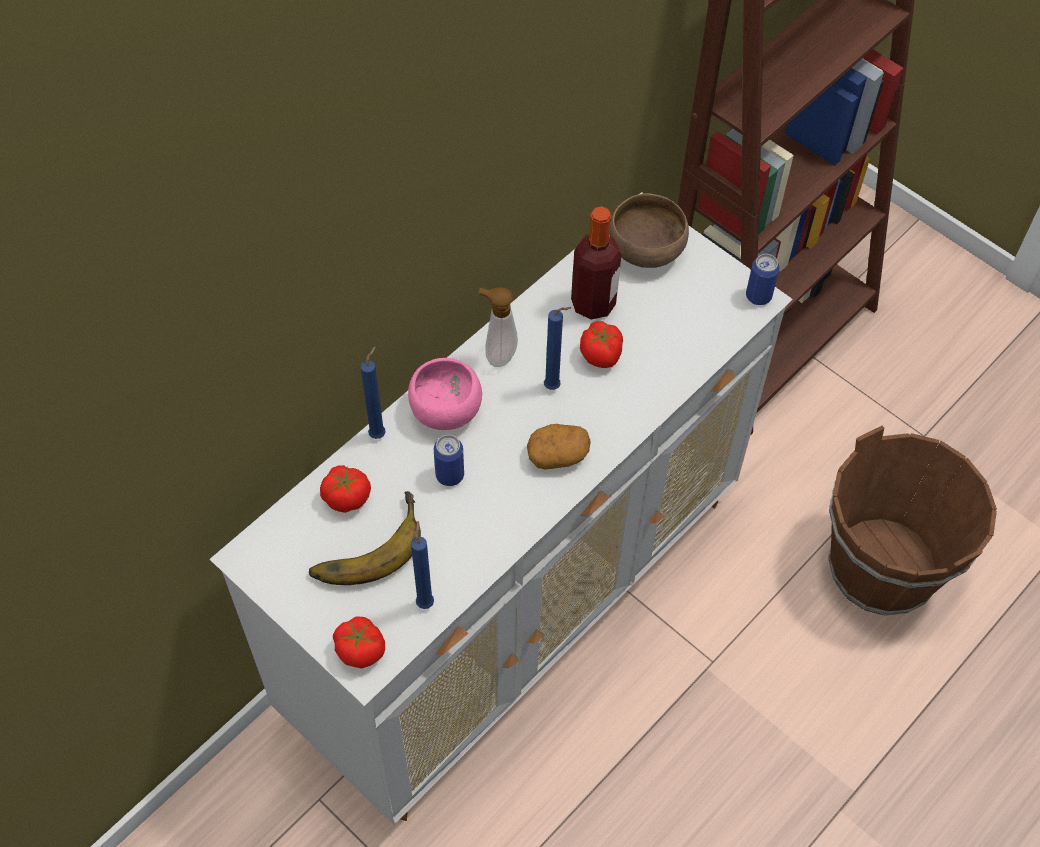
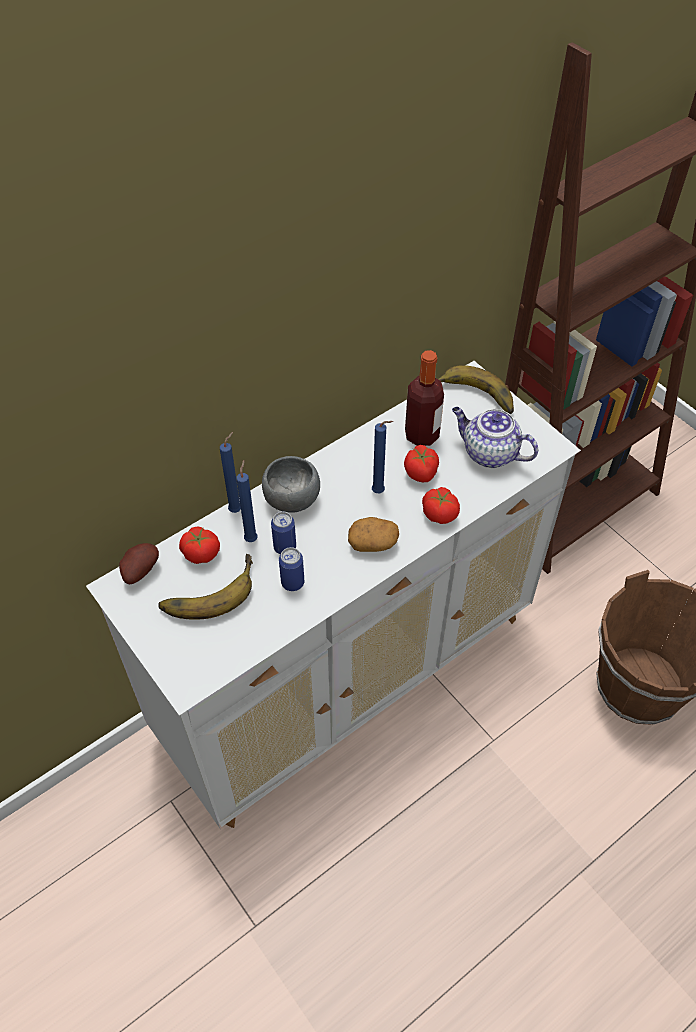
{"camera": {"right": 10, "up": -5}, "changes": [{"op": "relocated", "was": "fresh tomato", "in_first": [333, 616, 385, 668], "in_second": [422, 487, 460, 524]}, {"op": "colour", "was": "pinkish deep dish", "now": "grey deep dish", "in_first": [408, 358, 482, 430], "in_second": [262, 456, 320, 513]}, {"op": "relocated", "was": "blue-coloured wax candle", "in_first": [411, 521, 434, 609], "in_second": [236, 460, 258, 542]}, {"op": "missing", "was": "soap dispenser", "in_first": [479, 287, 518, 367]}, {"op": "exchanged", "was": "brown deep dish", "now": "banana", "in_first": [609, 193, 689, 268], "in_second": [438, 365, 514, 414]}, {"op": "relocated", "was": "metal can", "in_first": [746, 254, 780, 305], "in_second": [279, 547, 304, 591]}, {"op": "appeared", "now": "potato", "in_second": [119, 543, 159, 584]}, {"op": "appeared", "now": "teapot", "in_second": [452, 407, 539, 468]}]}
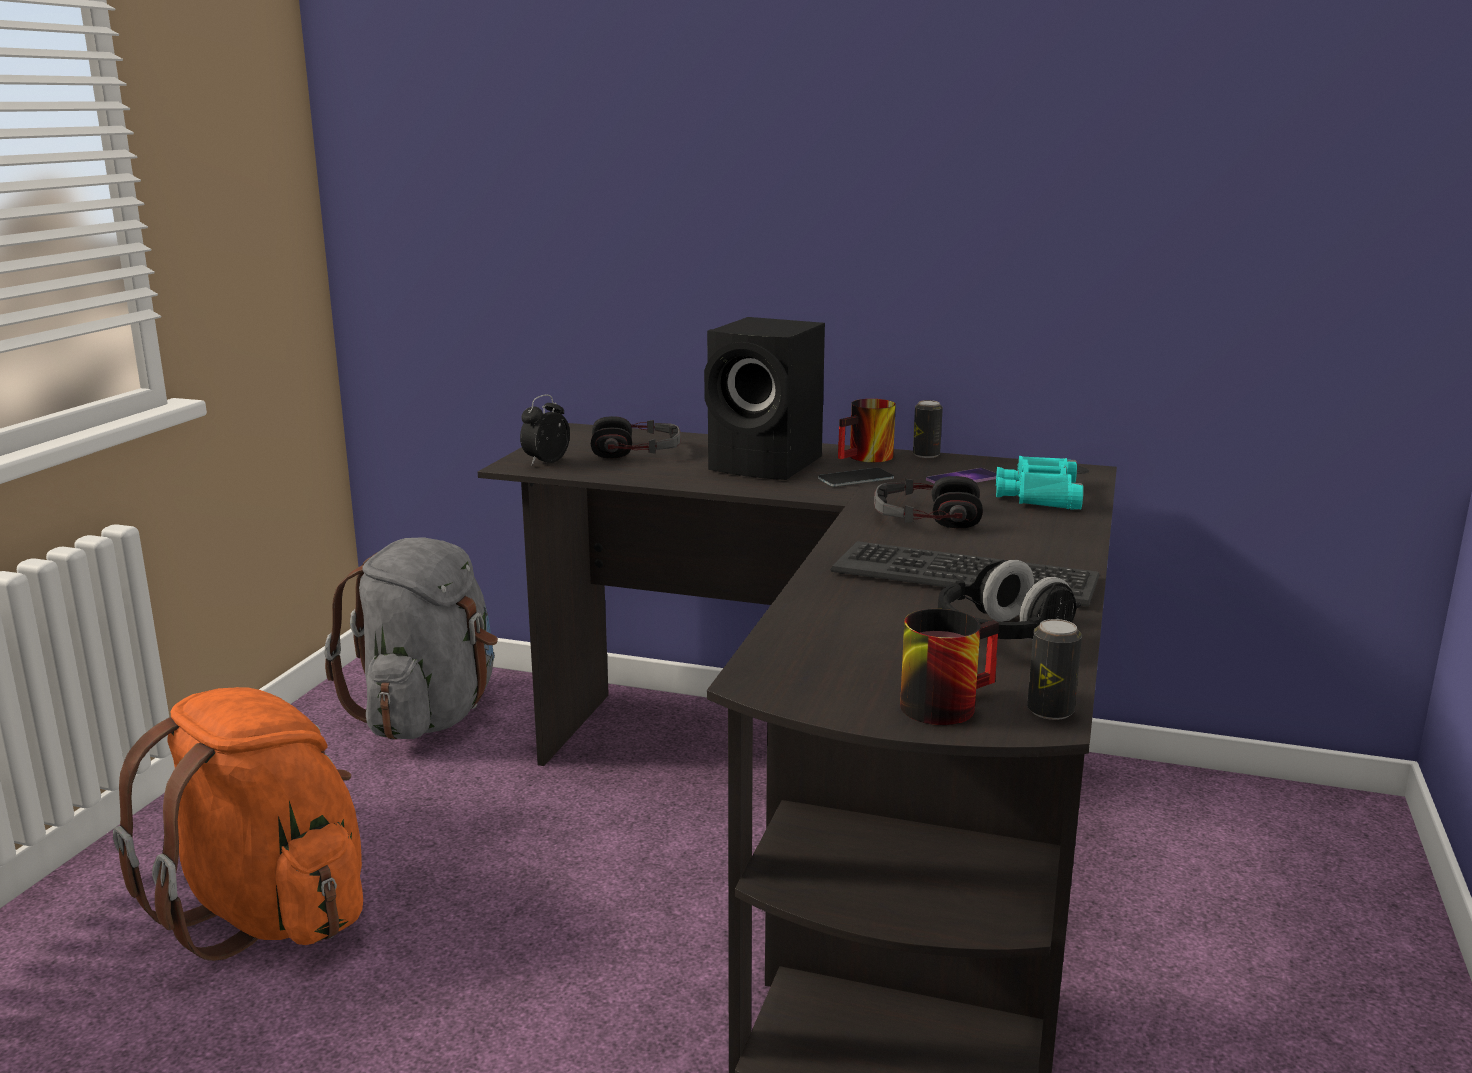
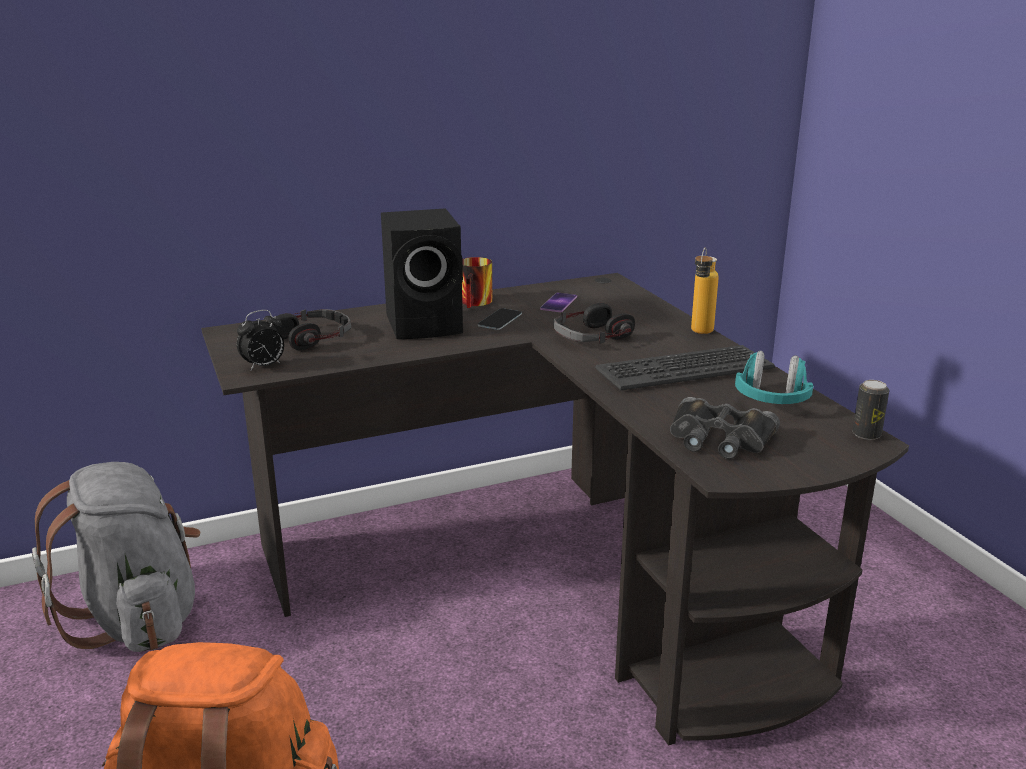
{"camera": {"right": -40, "up": 5}, "changes": [{"op": "spun", "was": "table clock", "in_first": [520, 395, 570, 466], "in_second": [237, 310, 284, 370], "clockwise": -120}, {"op": "missing", "was": "coffee mug", "in_first": [900, 609, 999, 725]}, {"op": "missing", "was": "metal can", "in_first": [913, 400, 943, 458]}, {"op": "colour", "was": "black pair of headphones", "now": "turquoise-coloured pair of headphones", "in_first": [938, 560, 1081, 640], "in_second": [735, 351, 813, 404]}, {"op": "missing", "was": "turquoise-coloured pair of binoculars", "in_first": [996, 456, 1083, 510]}, {"op": "appeared", "now": "black pair of binoculars", "in_second": [670, 397, 780, 459]}, {"op": "appeared", "now": "drink bottle", "in_second": [691, 247, 719, 334]}]}
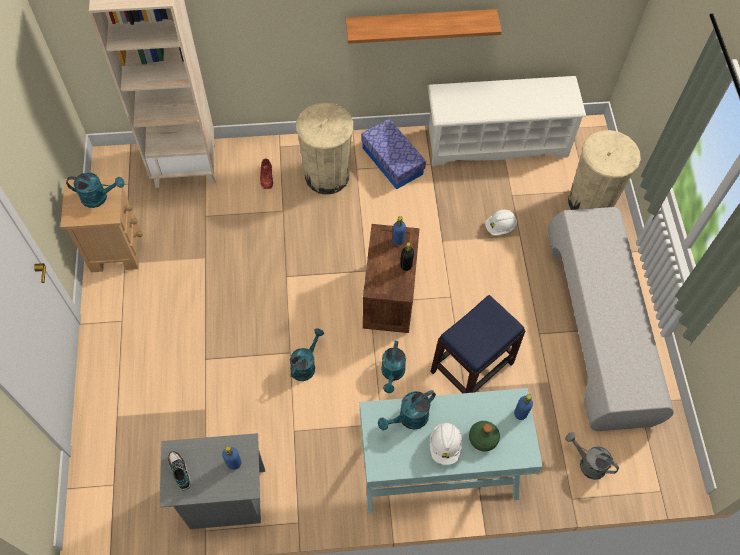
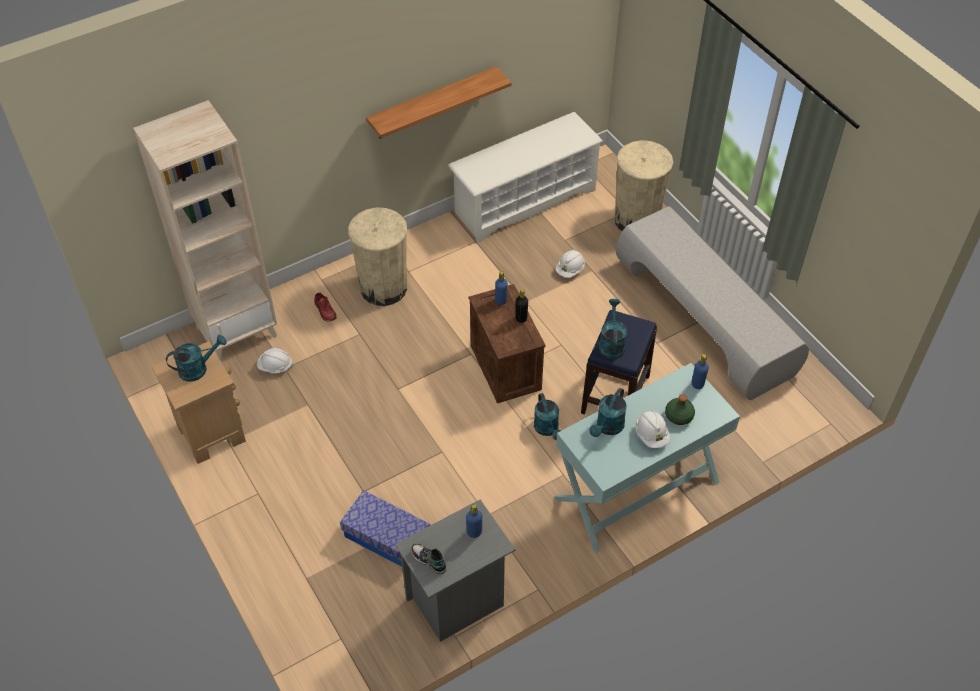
{"camera": {"right": -25, "up": -10}, "changes": [{"op": "relocated", "was": "turquoise-coloured watering can", "in_first": [290, 328, 324, 381], "in_second": [599, 299, 627, 359]}, {"op": "relocated", "was": "storage bin", "in_first": [361, 118, 426, 190], "in_second": [340, 490, 430, 567]}, {"op": "missing", "was": "grey watering can", "in_first": [565, 432, 619, 480]}, {"op": "appeared", "now": "whitish hard hat", "in_second": [257, 348, 293, 373]}]}
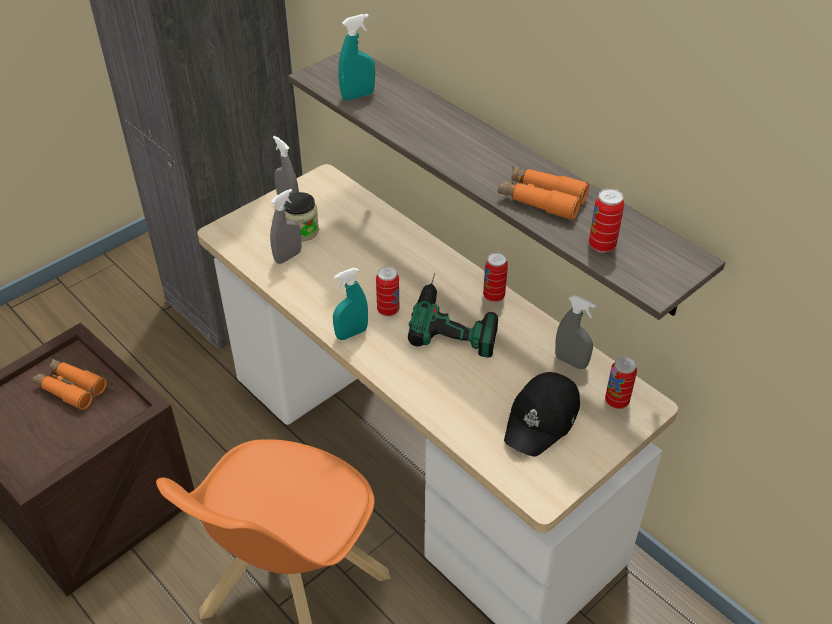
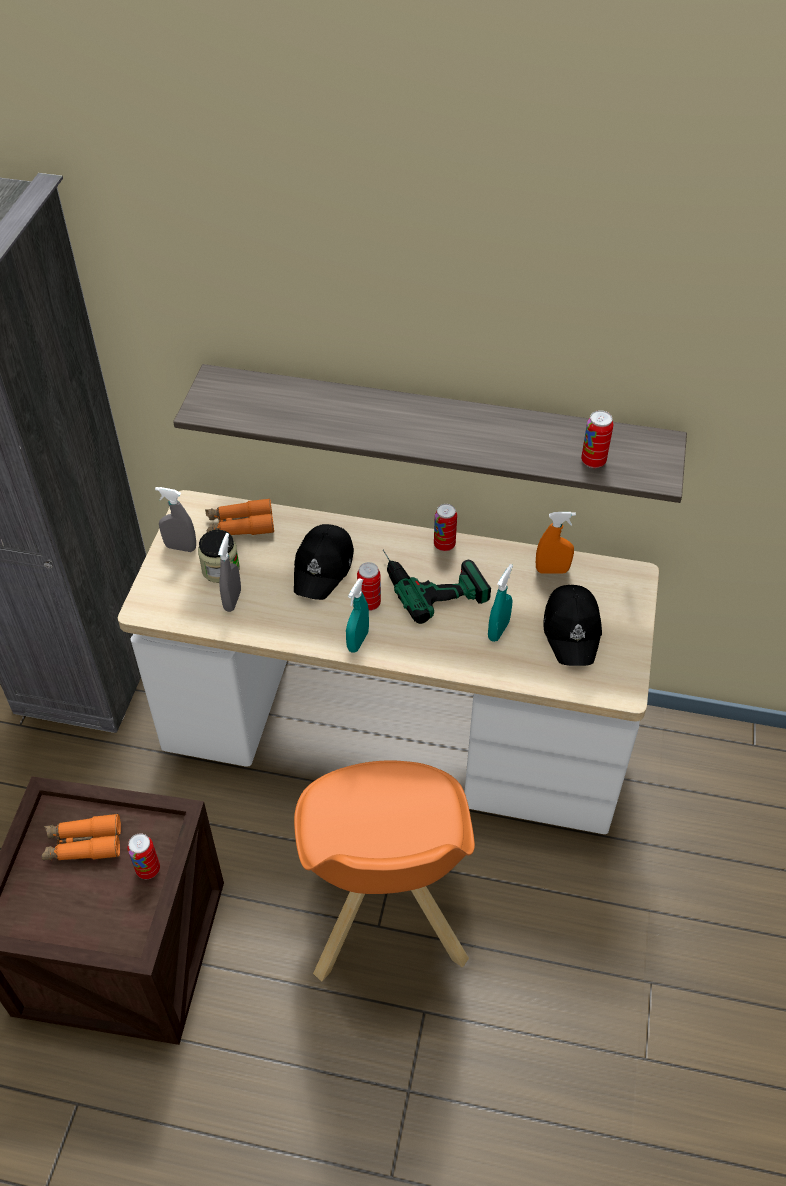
{"camera": {"right": -35, "up": 5}, "changes": [{"op": "relocated", "was": "turquoise-coloured hand sprayer", "in_first": [338, 14, 375, 100], "in_second": [488, 564, 513, 642]}, {"op": "relocated", "was": "orange pair of binoculars", "in_first": [498, 166, 589, 220], "in_second": [205, 499, 274, 535]}, {"op": "colour", "was": "grey hand sprayer", "now": "orange hand sprayer", "in_first": [555, 295, 596, 369], "in_second": [536, 512, 576, 573]}, {"op": "relocated", "was": "metal can", "in_first": [605, 356, 637, 409], "in_second": [128, 833, 160, 879]}, {"op": "appeared", "now": "black baseball cap", "in_second": [294, 524, 354, 600]}]}
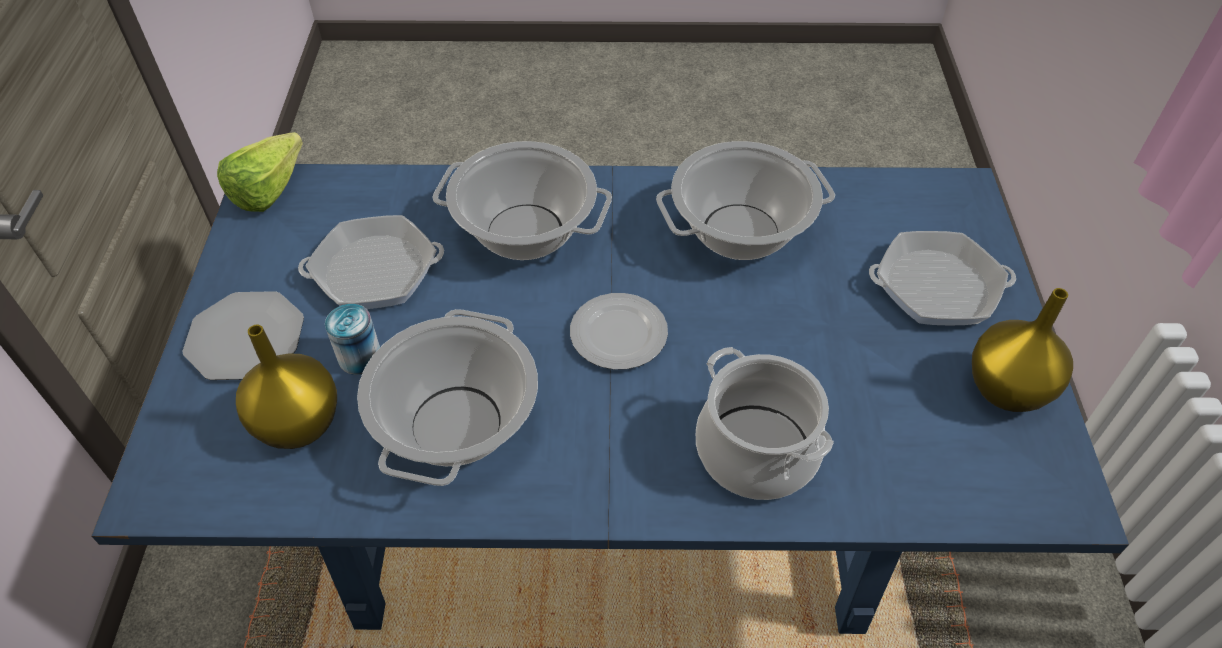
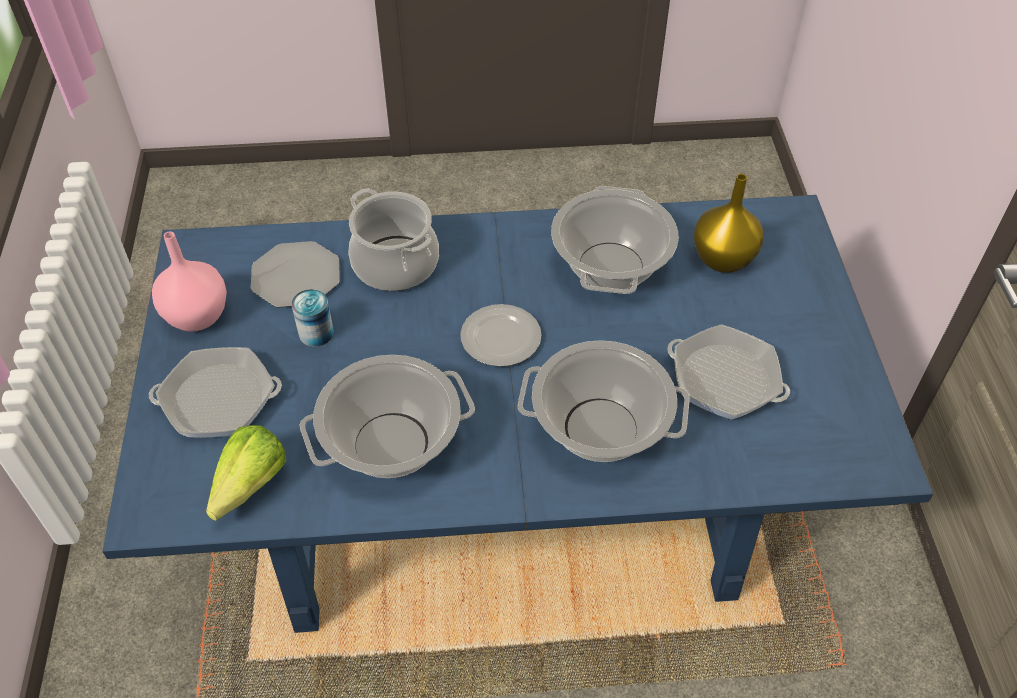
{"camera": {"right": 175, "up": 0}, "changes": [{"op": "relocated", "was": "dinner plate", "in_first": [182, 291, 304, 380], "in_second": [251, 241, 340, 308]}, {"op": "relocated", "was": "lettuce head", "in_first": [217, 132, 303, 212], "in_second": [206, 425, 286, 521]}, {"op": "spun", "was": "frying pan", "in_first": [298, 215, 444, 309], "in_second": [667, 325, 790, 420], "clockwise": 45}, {"op": "relocated", "was": "metal can", "in_first": [325, 304, 380, 375], "in_second": [292, 289, 334, 347]}, {"op": "colour", "was": "yellow flower vase", "now": "pinkish flower vase", "in_first": [972, 288, 1073, 412], "in_second": [152, 231, 227, 331]}]}
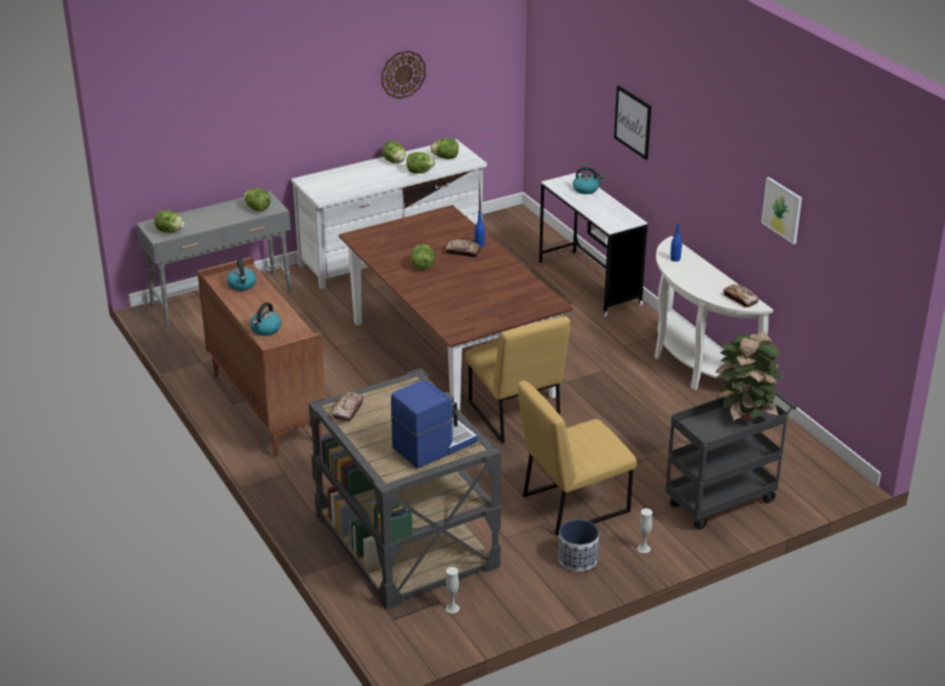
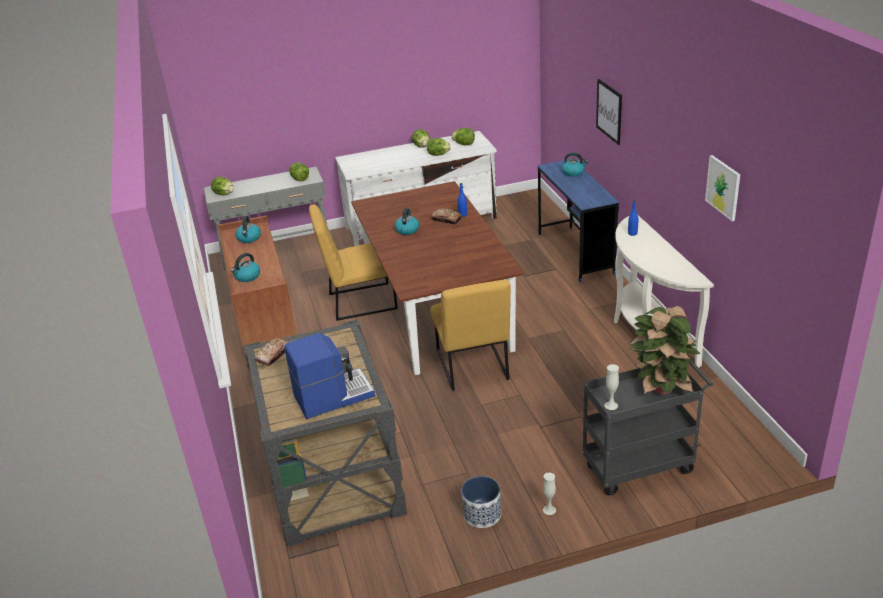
{"camera": {"right": 15, "up": 0}, "changes": [{"op": "missing", "was": "wall clock", "in_first": [381, 50, 426, 99]}, {"op": "exchanged", "was": "lettuce head", "now": "water kettle", "in_first": [411, 244, 435, 270], "in_second": [394, 208, 419, 235]}, {"op": "relocated", "was": "whitish flower vase", "in_first": [445, 567, 460, 613], "in_second": [604, 364, 619, 410]}, {"op": "relocated", "was": "yellow plain chair", "in_first": [518, 380, 637, 536], "in_second": [309, 205, 398, 321]}, {"op": "colour", "was": "whitish desk", "now": "blue-coloured desk", "in_first": [539, 173, 648, 317], "in_second": [538, 159, 619, 283]}, {"op": "missing", "was": "bakery bread", "in_first": [723, 284, 759, 307]}]}
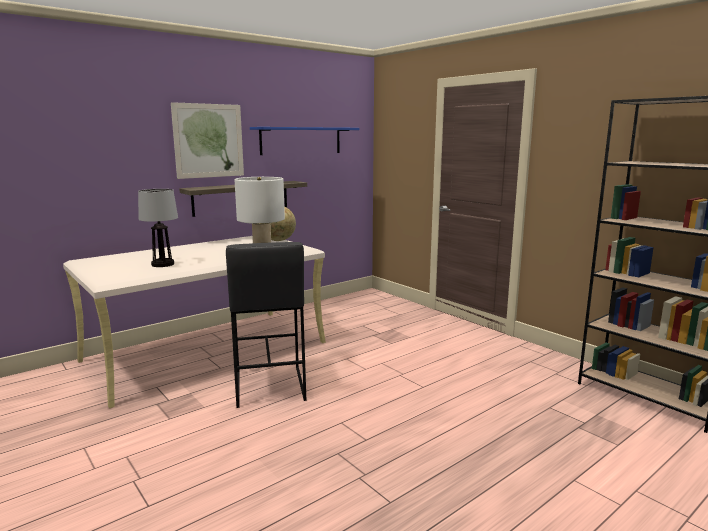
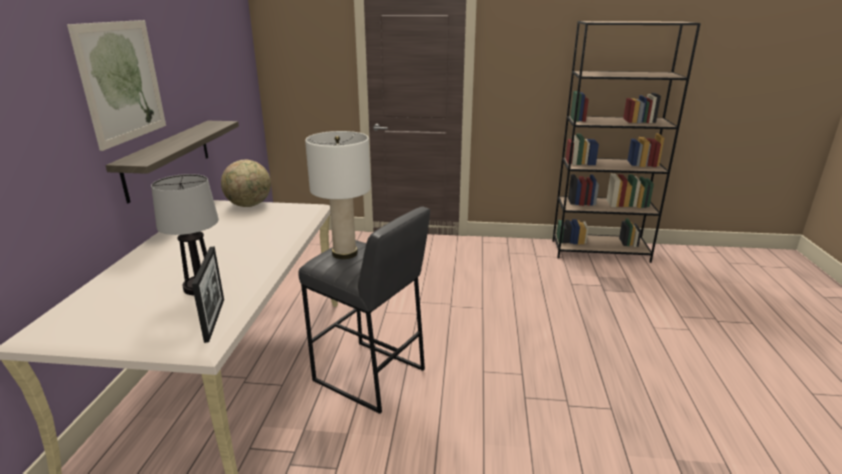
{"camera": {"right": -45, "up": 10}, "changes": [{"op": "missing", "was": "blue-coloured shelf", "in_first": [250, 127, 359, 155]}, {"op": "appeared", "now": "picture frame", "in_second": [192, 247, 224, 343]}]}
